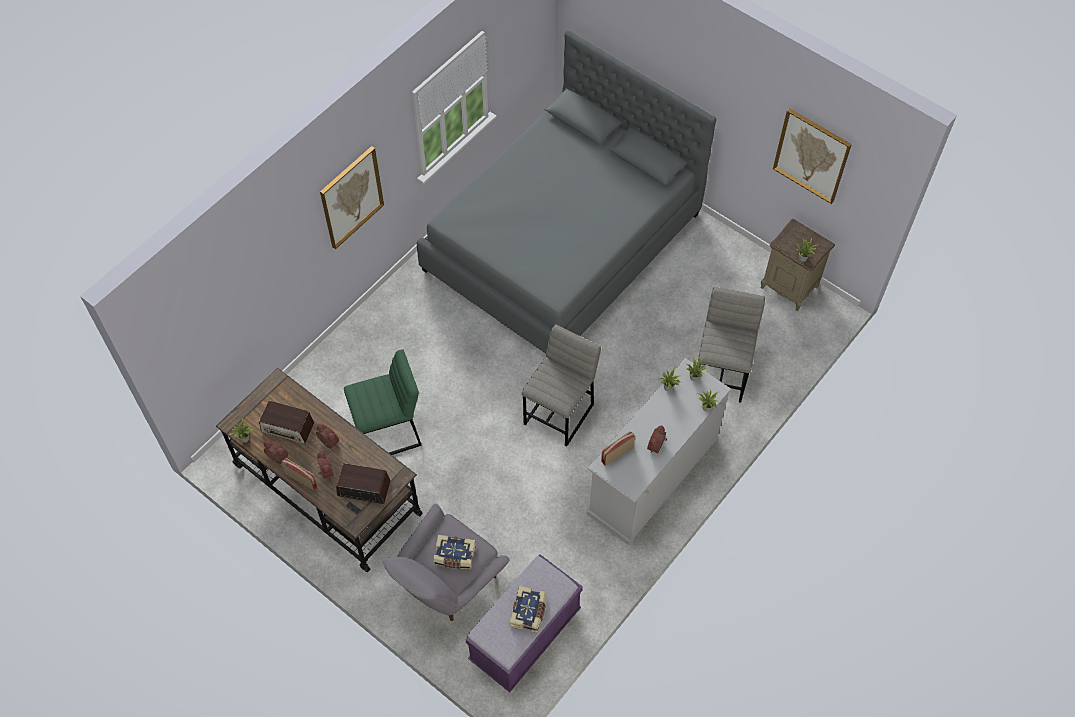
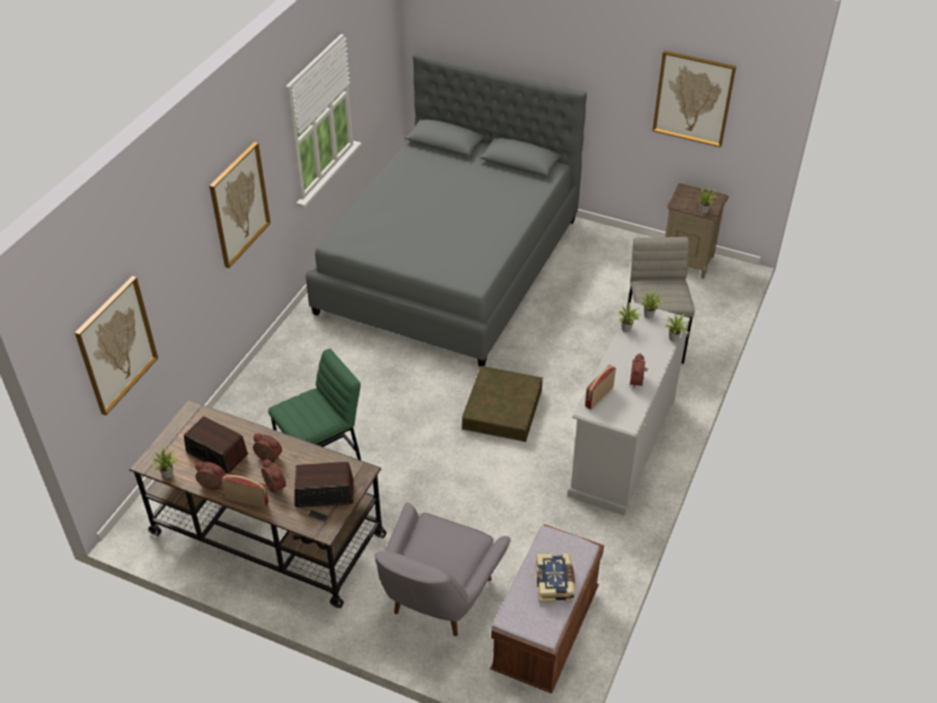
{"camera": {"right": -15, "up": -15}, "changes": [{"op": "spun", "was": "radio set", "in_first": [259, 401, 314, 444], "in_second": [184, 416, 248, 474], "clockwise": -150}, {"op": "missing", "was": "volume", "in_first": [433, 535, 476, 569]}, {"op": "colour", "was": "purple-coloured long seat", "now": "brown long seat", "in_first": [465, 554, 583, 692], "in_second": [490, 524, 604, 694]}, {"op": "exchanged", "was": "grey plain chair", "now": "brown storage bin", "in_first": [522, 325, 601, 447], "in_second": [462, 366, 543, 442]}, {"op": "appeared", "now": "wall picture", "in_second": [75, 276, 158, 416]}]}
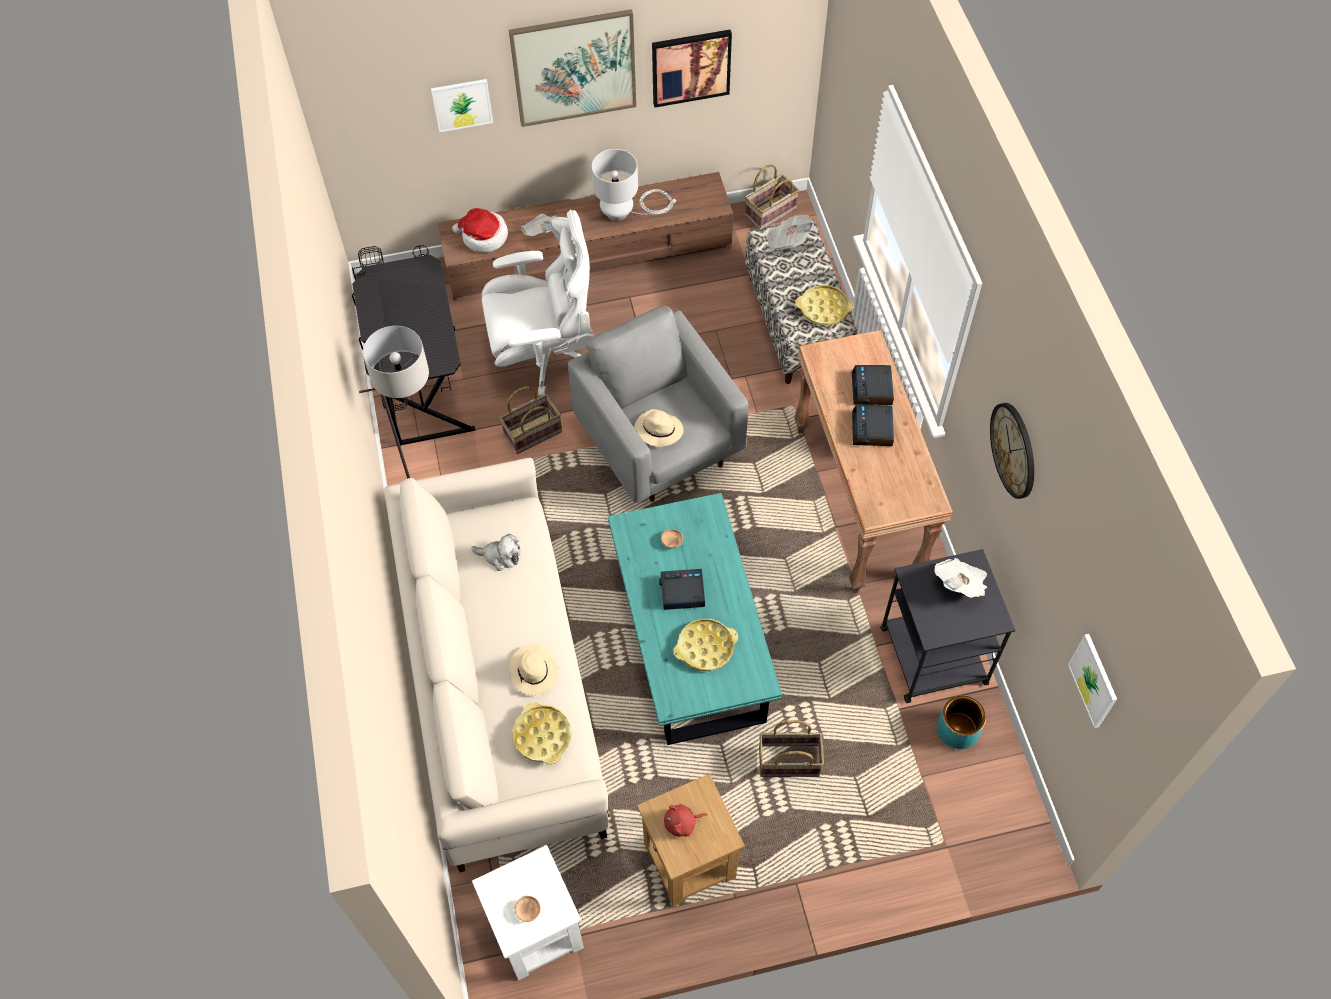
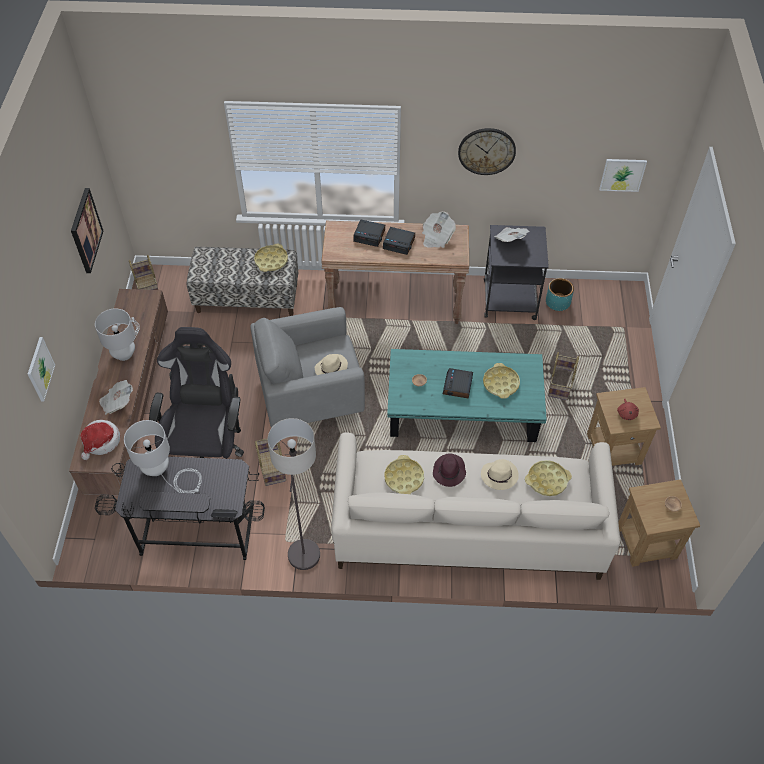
{"camera": {"right": -75, "up": -5}, "changes": [{"op": "exchanged", "was": "soft toy", "now": "yellow serving tray", "in_first": [471, 533, 520, 571], "in_second": [385, 455, 424, 494]}, {"op": "colour", "was": "whitish end table", "now": "brown end table", "in_first": [472, 845, 584, 980], "in_second": [618, 479, 700, 567]}, {"op": "colour", "was": "whitish desk chair", "now": "black desk chair", "in_first": [482, 210, 594, 396], "in_second": [149, 327, 244, 459]}, {"op": "missing", "was": "wall picture", "in_first": [509, 9, 636, 127]}, {"op": "relocated", "was": "printed paper", "in_first": [765, 215, 814, 250], "in_second": [422, 211, 456, 248]}, {"op": "appeared", "now": "whitish table lamp", "in_second": [124, 420, 202, 493]}, {"op": "appeared", "now": "purple-coloured clothing hat", "in_second": [433, 454, 466, 487]}]}
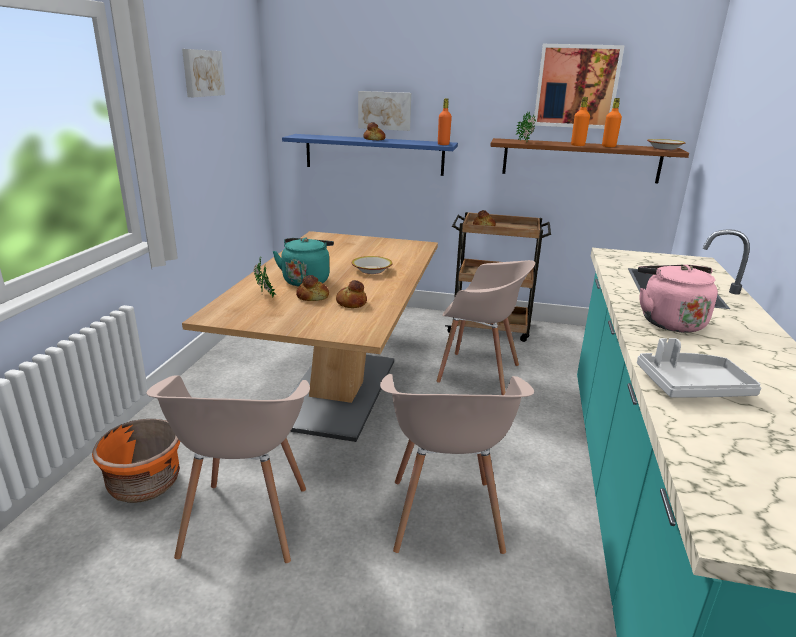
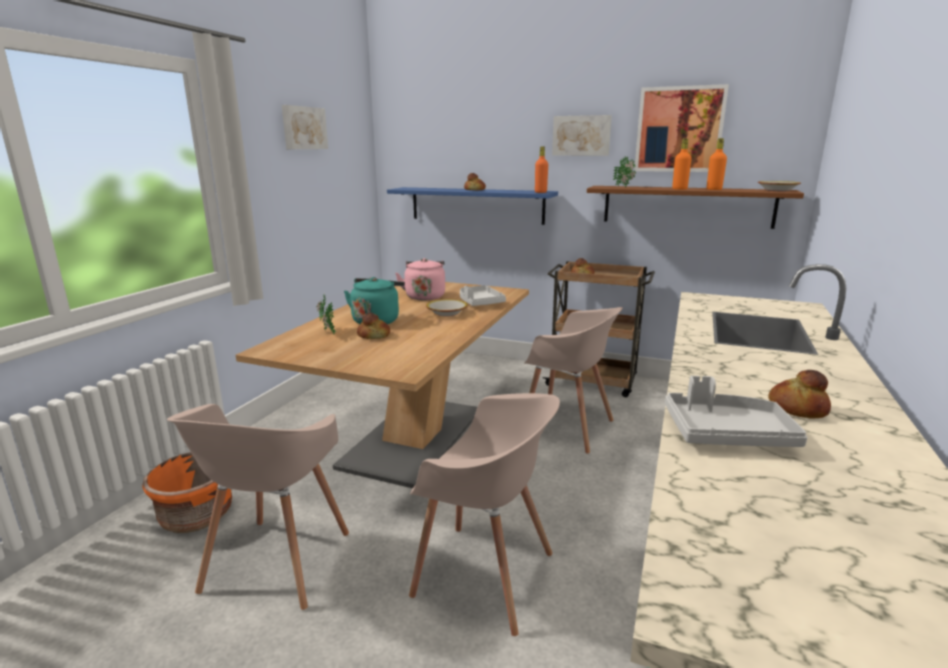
{"camera": {"right": 10, "up": -5}, "changes": [{"op": "relocated", "was": "bakery bread", "in_first": [336, 280, 367, 308], "in_second": [768, 370, 831, 418]}, {"op": "relocated", "was": "wall picture", "in_first": [358, 91, 411, 131], "in_second": [552, 115, 612, 156]}, {"op": "spun", "was": "sand-coloured plain chair", "in_first": [380, 374, 534, 554], "in_second": [409, 393, 560, 636], "clockwise": -75}, {"op": "relocated", "was": "pinkish water kettle", "in_first": [638, 265, 718, 332], "in_second": [395, 258, 445, 300]}, {"op": "appeared", "now": "grey serving tray", "in_second": [460, 285, 506, 306]}]}
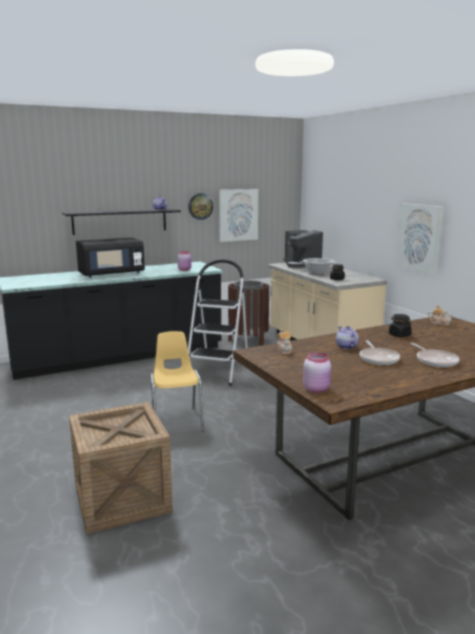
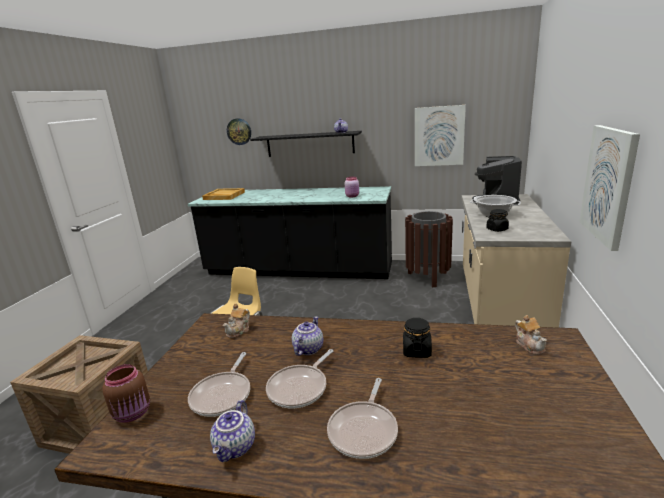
{"camera": {"right": 40, "up": 5}, "changes": [{"op": "missing", "was": "black kitchen microwave", "in_first": [76, 237, 145, 278]}, {"op": "relocated", "was": "wall clock", "in_first": [188, 193, 213, 220], "in_second": [227, 118, 251, 145]}, {"op": "missing", "was": "step ladder", "in_first": [188, 259, 248, 386]}, {"op": "colour", "was": "pinkish preserve jar", "now": "brown preserve jar", "in_first": [303, 352, 331, 393], "in_second": [102, 364, 150, 423]}, {"op": "appeared", "now": "frying pan", "in_second": [188, 352, 250, 417]}, {"op": "appeared", "now": "sand-coloured serving tray", "in_second": [202, 188, 245, 200]}, {"op": "appeared", "now": "teapot", "in_second": [210, 400, 255, 462]}]}
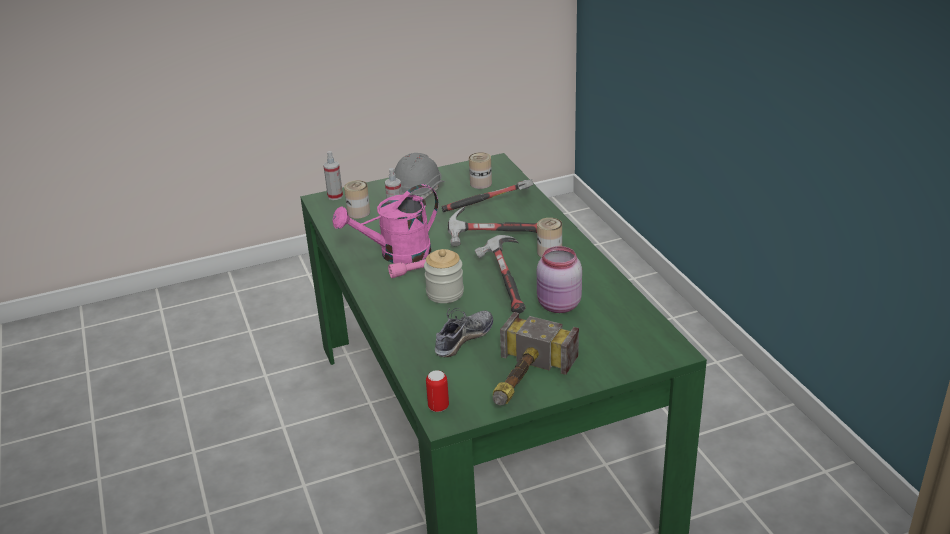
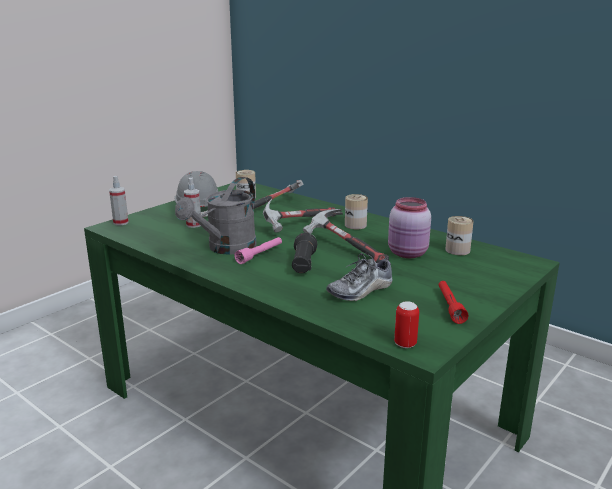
{"camera": {"right": -30, "up": -10}, "changes": [{"op": "colour", "was": "pinkish watering can", "now": "grey watering can", "in_first": [333, 184, 438, 264], "in_second": [175, 177, 257, 255]}, {"op": "relocated", "was": "metal can", "in_first": [344, 180, 370, 219], "in_second": [445, 216, 474, 255]}, {"op": "exchanged", "was": "preserve jar", "now": "black torch", "in_first": [424, 249, 464, 303], "in_second": [292, 233, 317, 273]}, {"op": "spun", "was": "shoe", "in_first": [435, 308, 493, 357], "in_second": [326, 253, 393, 301], "clockwise": -135}, {"op": "exchanged", "was": "hammer", "now": "reddish torch", "in_first": [493, 312, 579, 405], "in_second": [439, 281, 468, 324]}]}
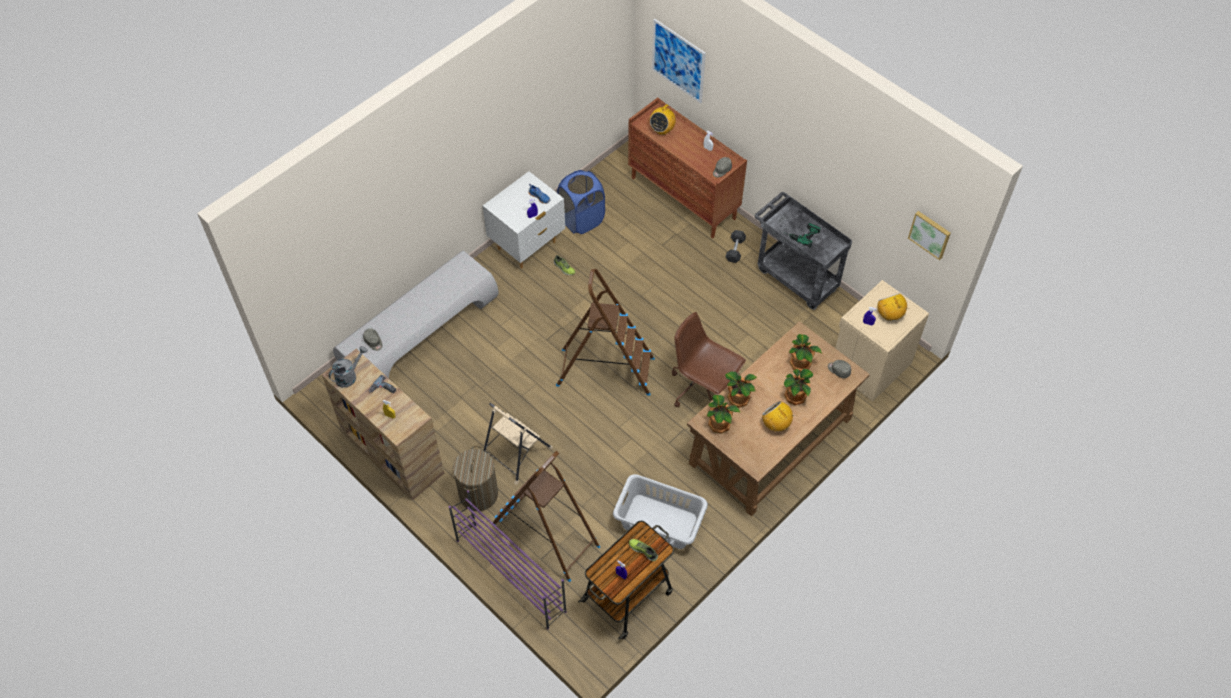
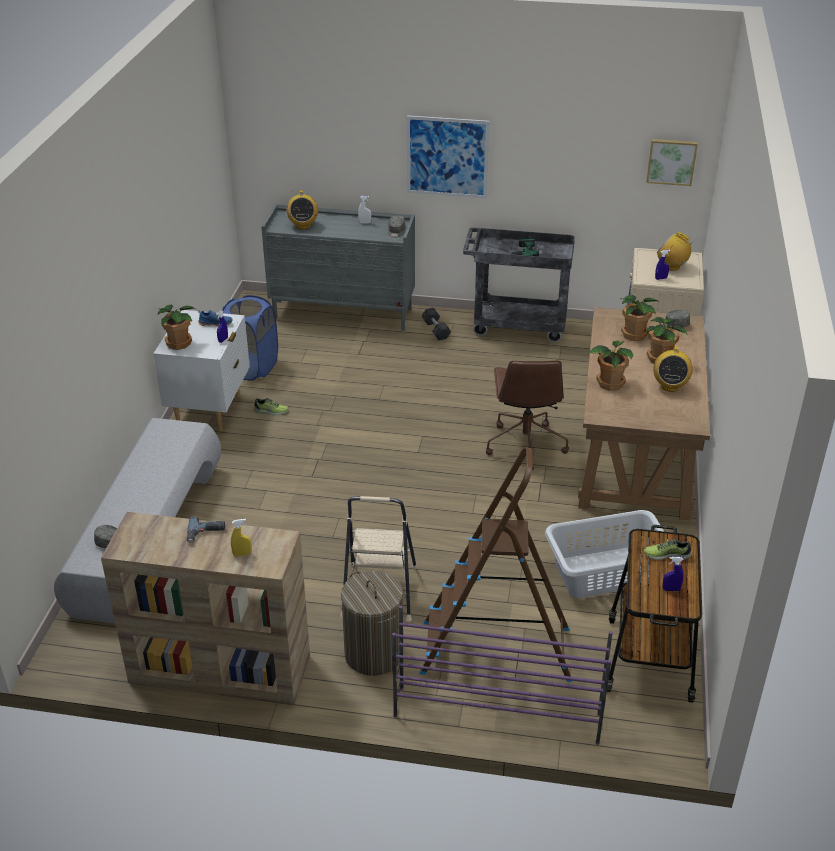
{"camera": {"right": -35, "up": -20}, "changes": [{"op": "missing", "was": "grey watering can", "in_first": [329, 346, 368, 388]}, {"op": "missing", "was": "brown step ladder", "in_first": [556, 269, 655, 395]}, {"op": "colour", "was": "brown cabinet", "now": "grey cabinet", "in_first": [628, 97, 747, 239], "in_second": [261, 204, 415, 331]}, {"op": "relocated", "was": "wall picture", "in_first": [652, 19, 706, 103], "in_second": [407, 115, 490, 199]}, {"op": "spun", "was": "brown desk chair", "in_first": [672, 312, 746, 407], "in_second": [486, 361, 569, 471], "clockwise": -90}, {"op": "relocated", "was": "plant in a pot", "in_first": [707, 395, 740, 434], "in_second": [158, 304, 195, 350]}, {"op": "spun", "was": "radio set", "in_first": [762, 401, 797, 432], "in_second": [653, 345, 693, 392], "clockwise": -90}]}
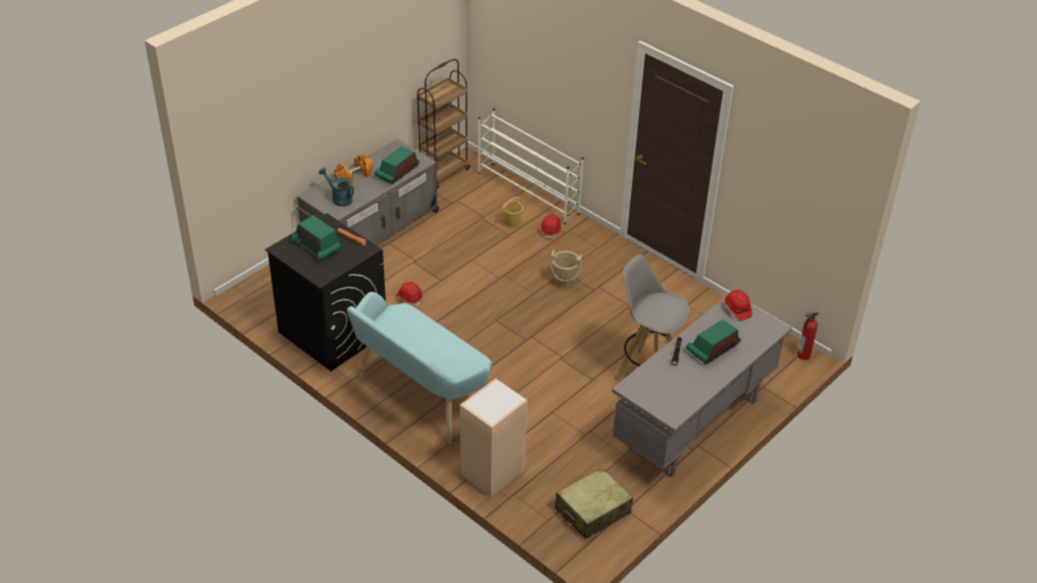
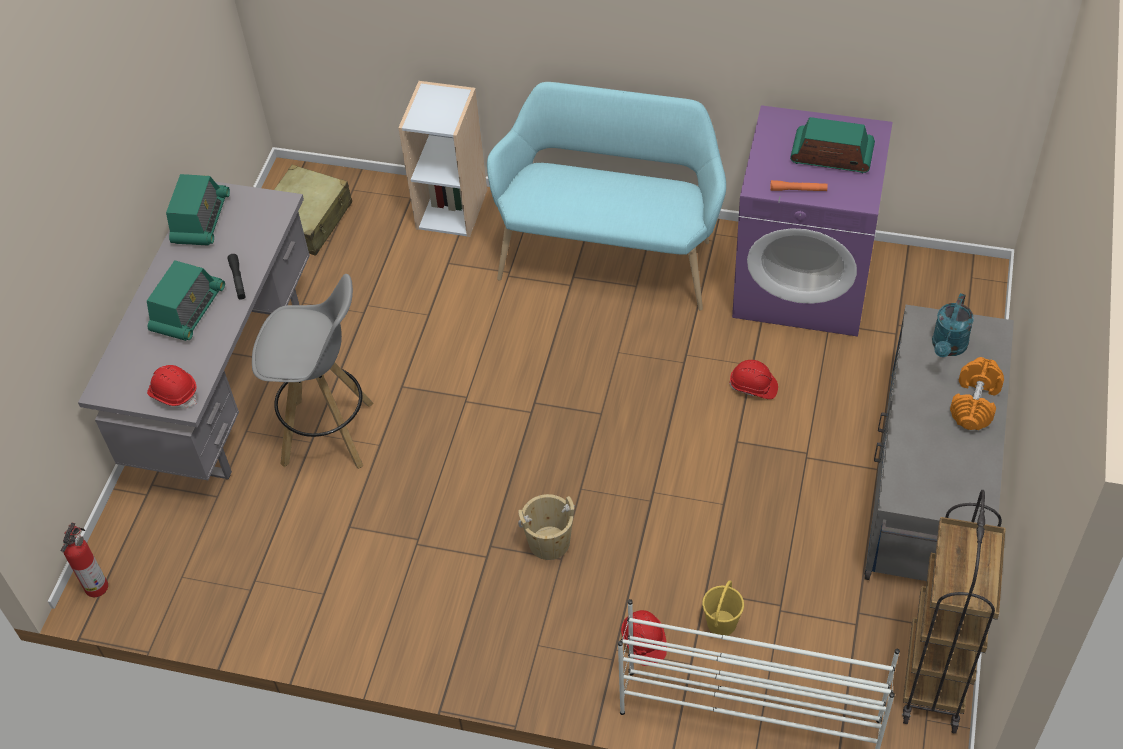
{"camera": {"right": 155, "up": 10}, "changes": [{"op": "colour", "was": "black washing machine", "now": "purple-coloured washing machine", "in_first": [265, 213, 386, 371], "in_second": [732, 105, 892, 337]}, {"op": "spun", "was": "turquoise-coloured watering can", "in_first": [319, 167, 354, 206], "in_second": [932, 293, 974, 357], "clockwise": 105}, {"op": "relocated", "was": "radio set", "in_first": [374, 146, 420, 184], "in_second": [166, 174, 230, 245]}]}
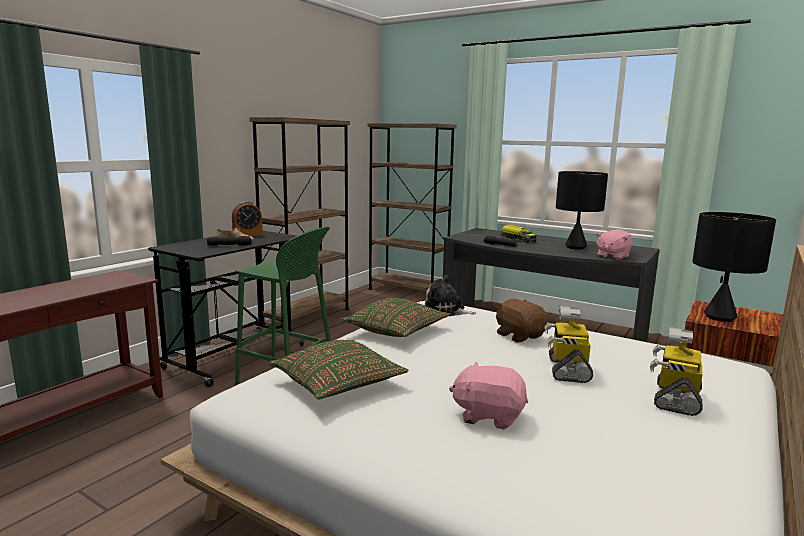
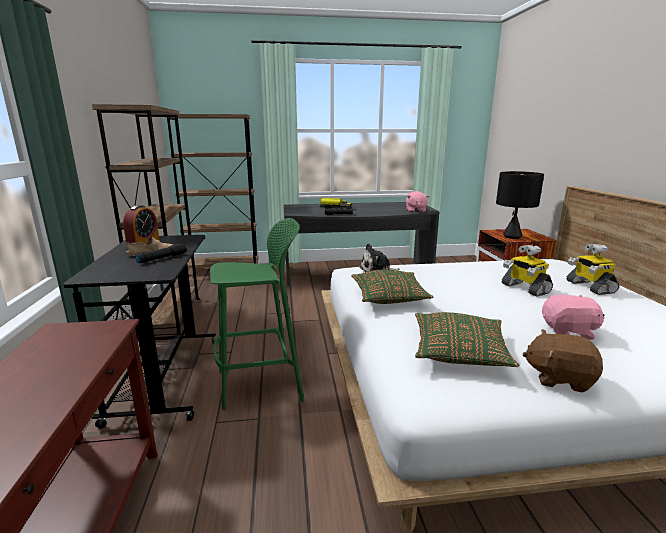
{"camera": {"right": -40, "up": 5}, "changes": [{"op": "spun", "was": "pinkish soft toy", "in_first": [449, 361, 528, 429], "in_second": [542, 295, 604, 340], "clockwise": -150}, {"op": "relocated", "was": "brown soft toy", "in_first": [496, 299, 548, 343], "in_second": [523, 329, 603, 393]}, {"op": "missing", "was": "black table lamp", "in_first": [556, 171, 608, 249]}]}
